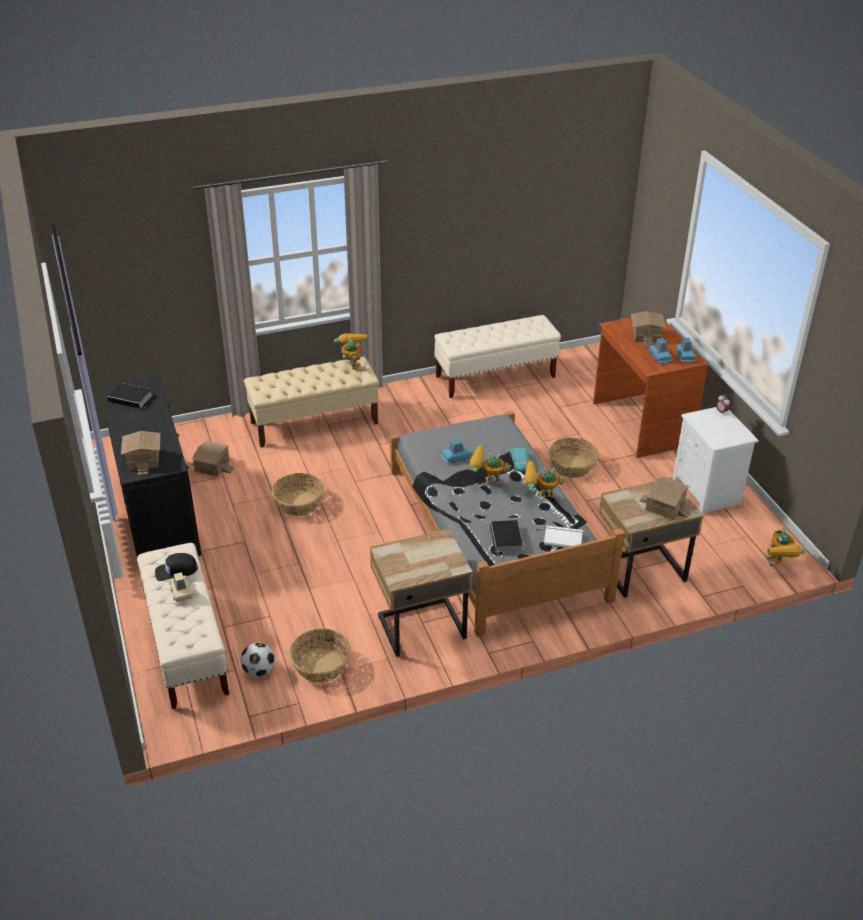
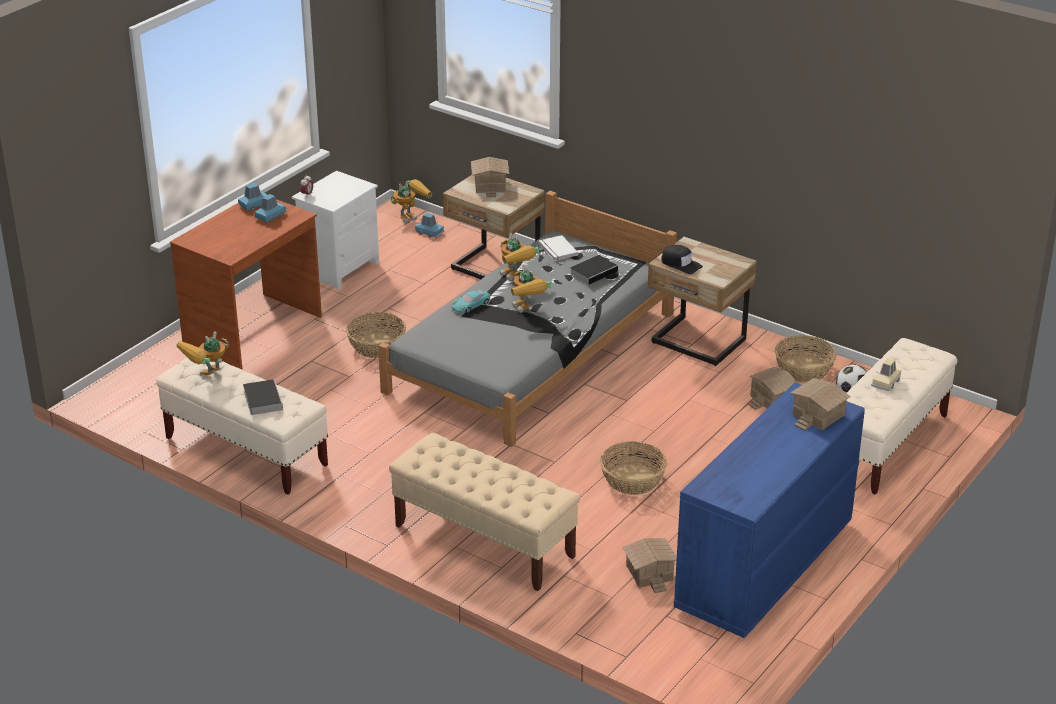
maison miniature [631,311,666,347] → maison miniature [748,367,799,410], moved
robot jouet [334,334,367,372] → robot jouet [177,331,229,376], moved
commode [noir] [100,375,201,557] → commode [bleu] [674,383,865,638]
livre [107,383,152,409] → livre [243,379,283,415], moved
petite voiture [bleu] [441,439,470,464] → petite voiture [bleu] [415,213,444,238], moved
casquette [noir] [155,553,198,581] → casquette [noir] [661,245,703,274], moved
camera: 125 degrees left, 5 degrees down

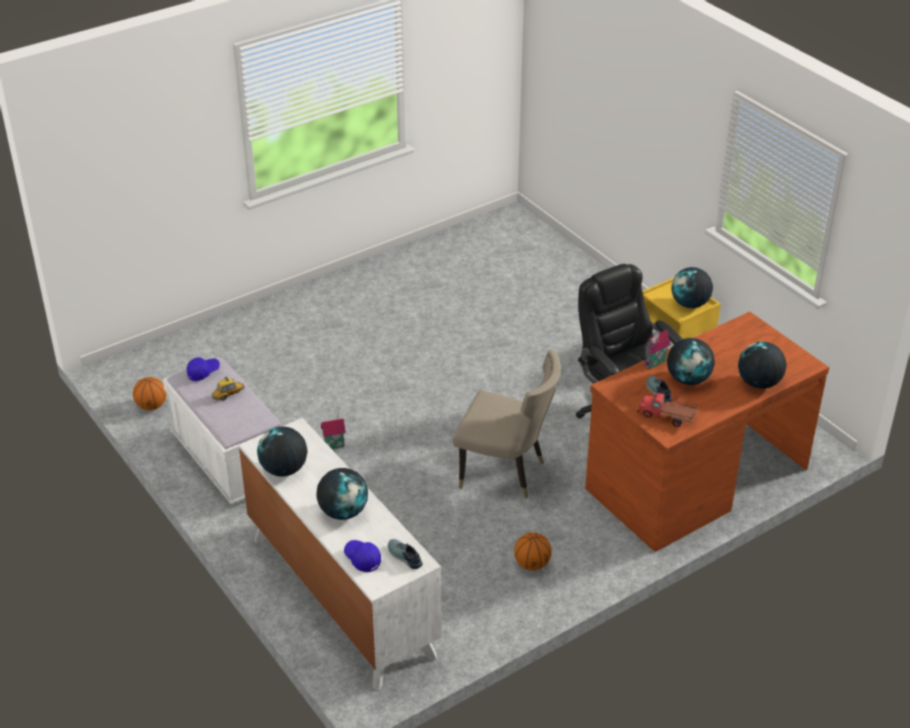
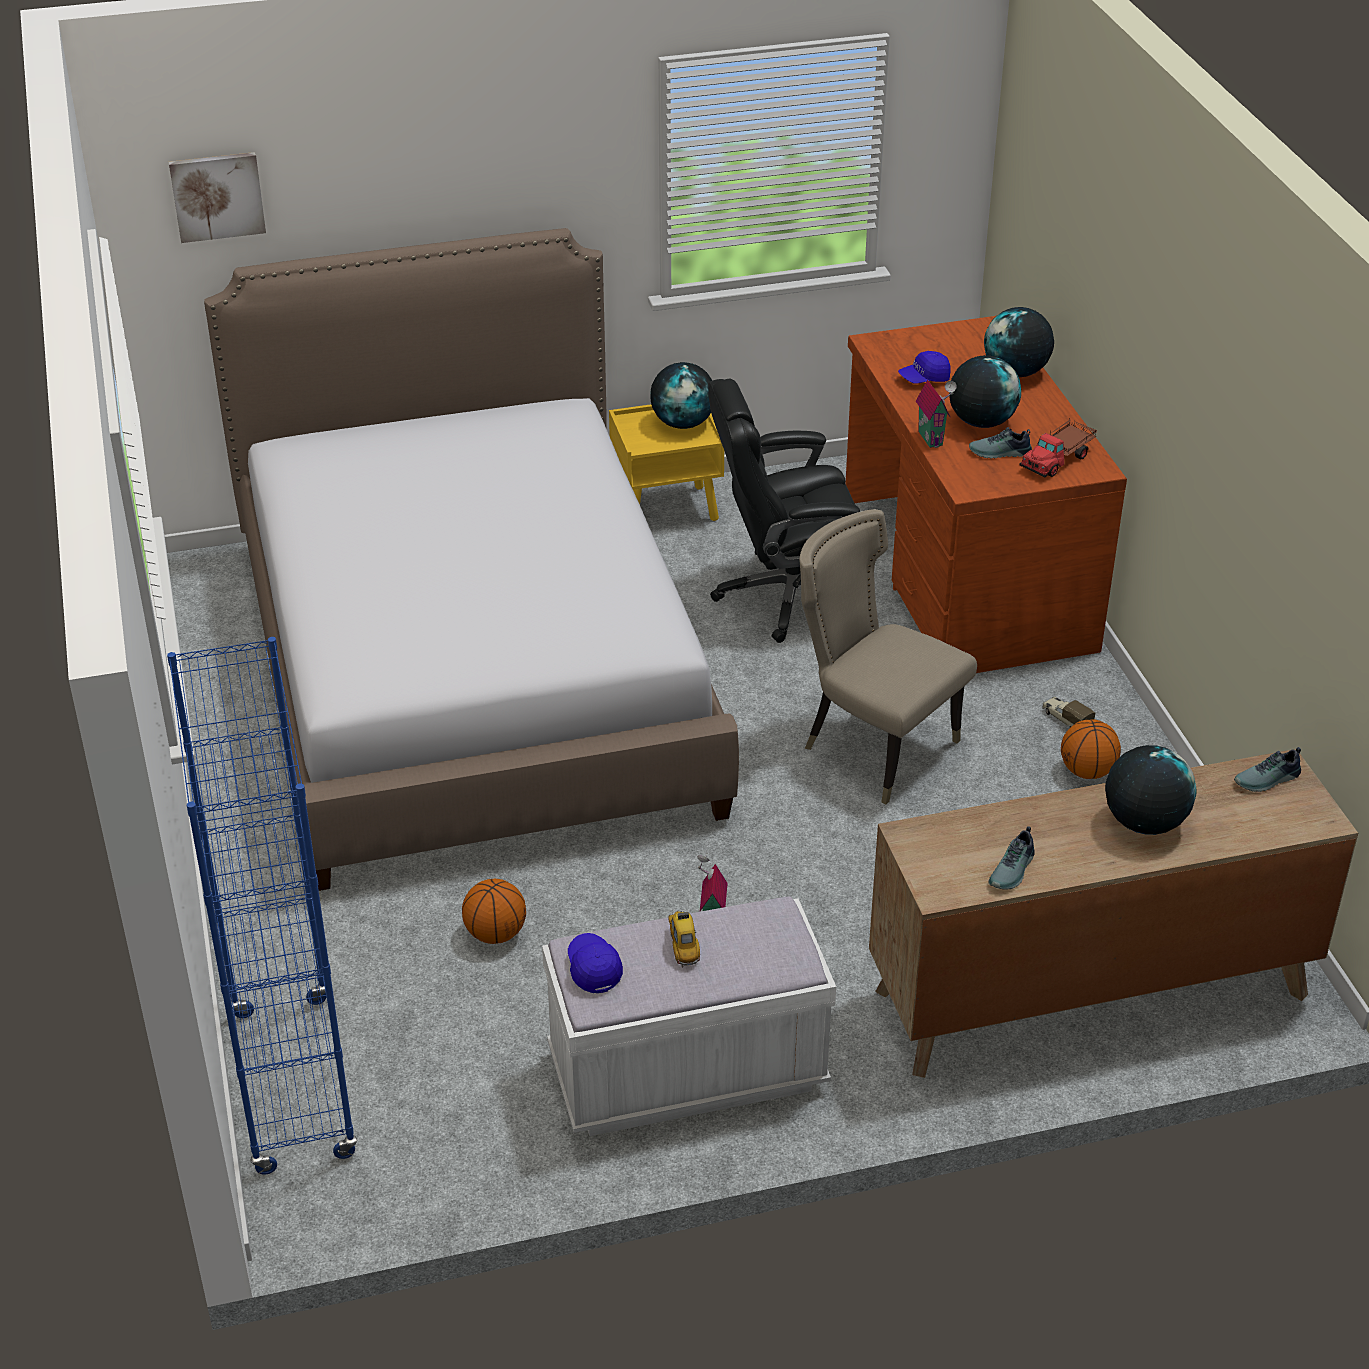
chaise [beige] [453,349,561,498] → chaise [beige] [799,509,977,805], 90 degrees counterclockwise
ballon de basket [133,377,166,410] → ballon de basket [462,879,526,944], moved
commode [blanc] [239,418,442,690] → commode [marron] [869,749,1358,1078]
globe [257,426,307,477] → chaussure [988,826,1035,890]
casquette [bleu] [344,540,381,572] → casquette [bleu] [898,351,950,383], moved
- → tableau [169,152,266,243]
- → lit [204,228,739,891]
- → bibliothèque [bleu] [167,637,358,1175]
- → camion jouet [1042,696,1095,728]
camera: 70 degrees left, 0 degrees up

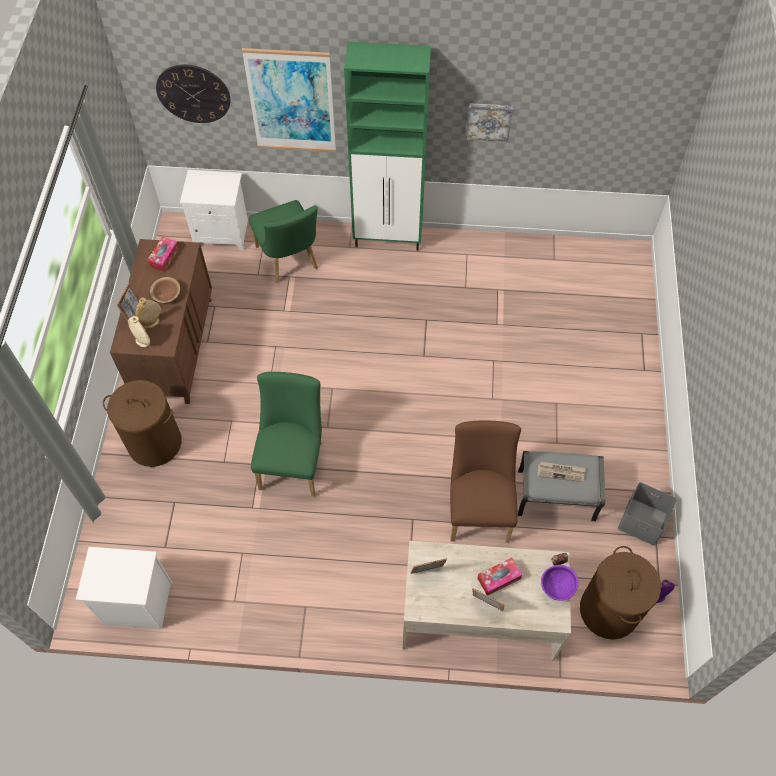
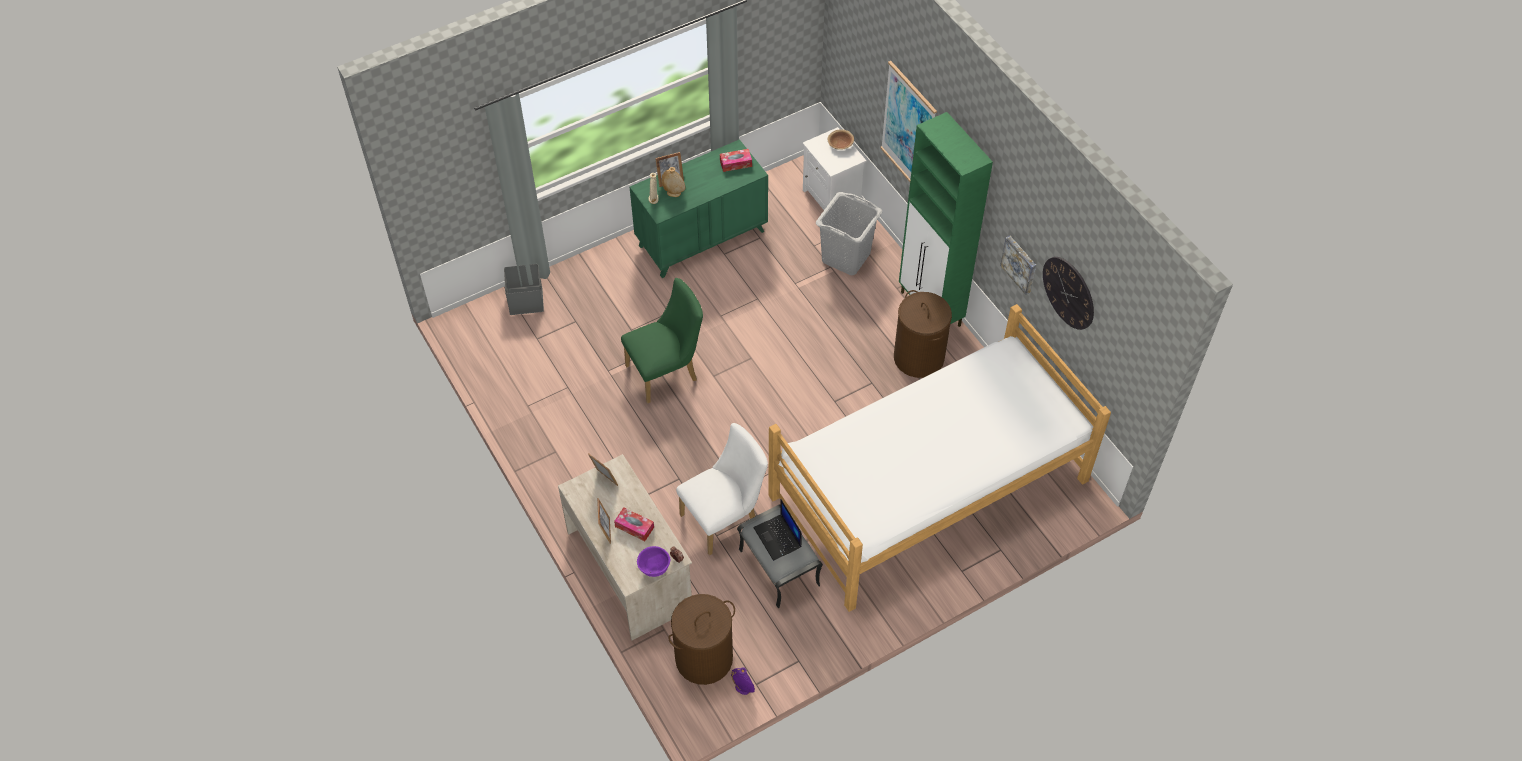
horloge murale [156,65,231,123] → horloge murale [1043,257,1094,330], moved
chaise [vert] [248,200,318,283] → panier à linge [gris] [816,192,882,275]
commode [marron] [110,239,212,404] → commode [vert] [630,139,768,278]
bol [marron] [150,277,180,303] → bol [marron] [828,129,854,150], moved
panier à linge [marron] [103,380,182,467] → panier à linge [marron] [894,290,952,378], moved
chaise [marron] [450,420,521,543] → chaise [blanc] [676,423,768,555]
journal [537,461,586,482] → ordinateur portable [753,500,802,561]
boîte de rangement [gris] [618,482,677,546] → boîte de rangement [gris] [504,264,544,315], moved
table de chevet [blanc] [76,547,173,629] → -
- → lit [768,304,1111,612]
camera: 55 degrees right, 5 degrees down

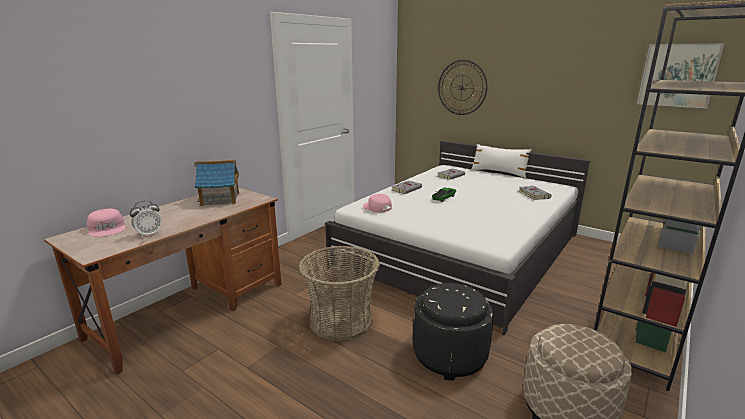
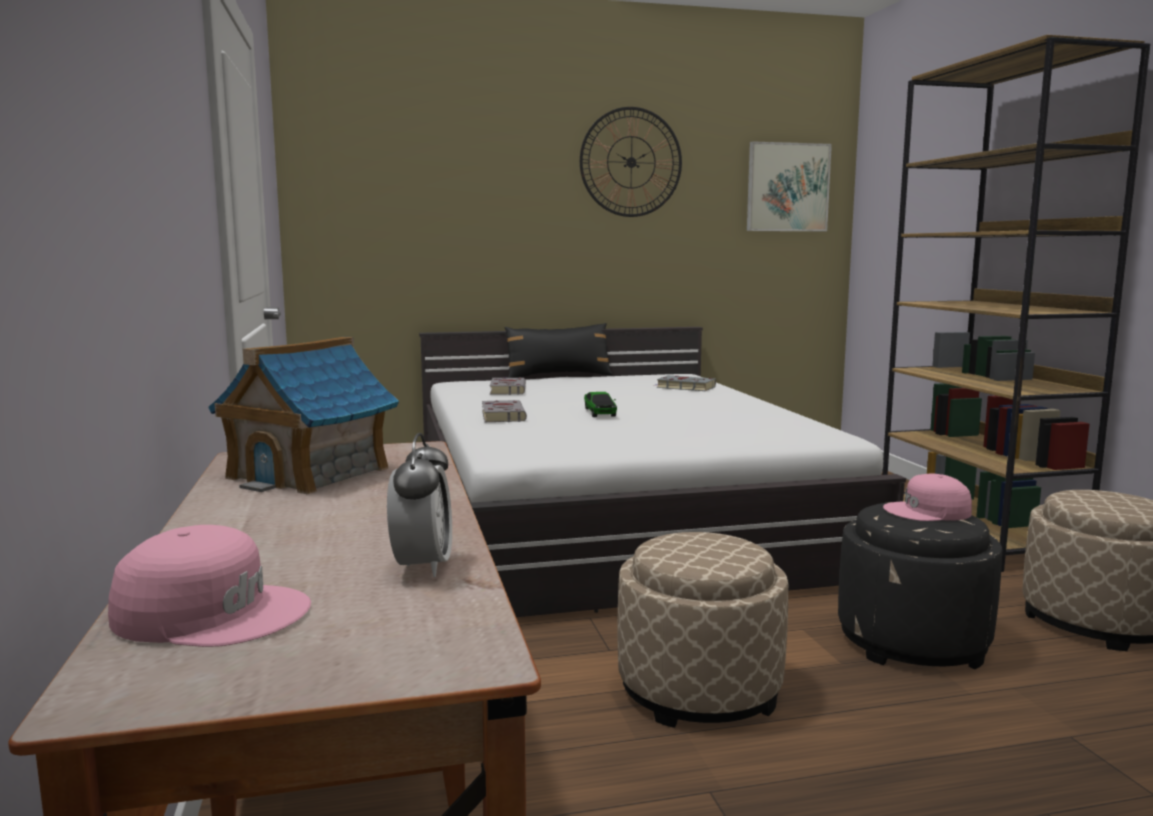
horloge murale [438,60,488,115] → horloge murale [580,107,682,217], moved
coussin [blanc] [471,144,532,178] → coussin [noir] [505,323,613,378]
casquette [rose] [363,194,392,213] → casquette [rose] [883,474,972,521], moved
panier [298,246,380,341] → pouf [beige] [618,532,788,728]
camera: 50 degrees left, 10 degrees down

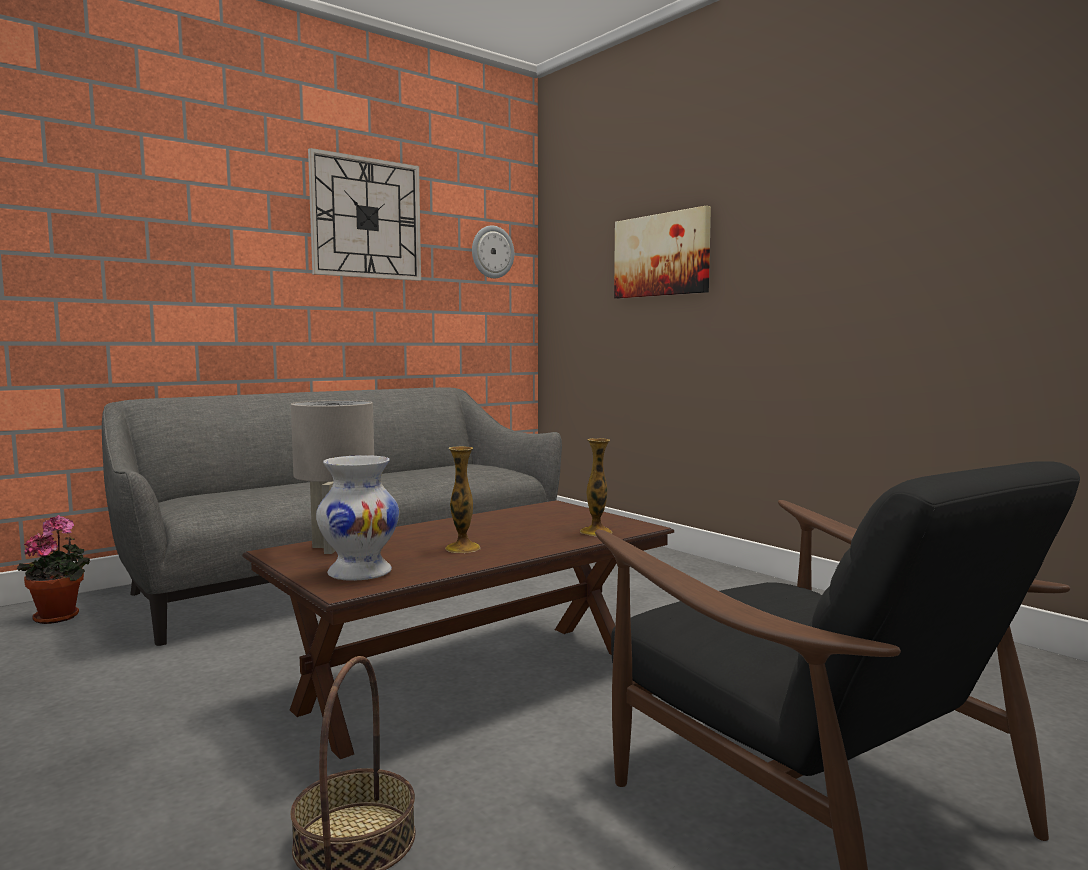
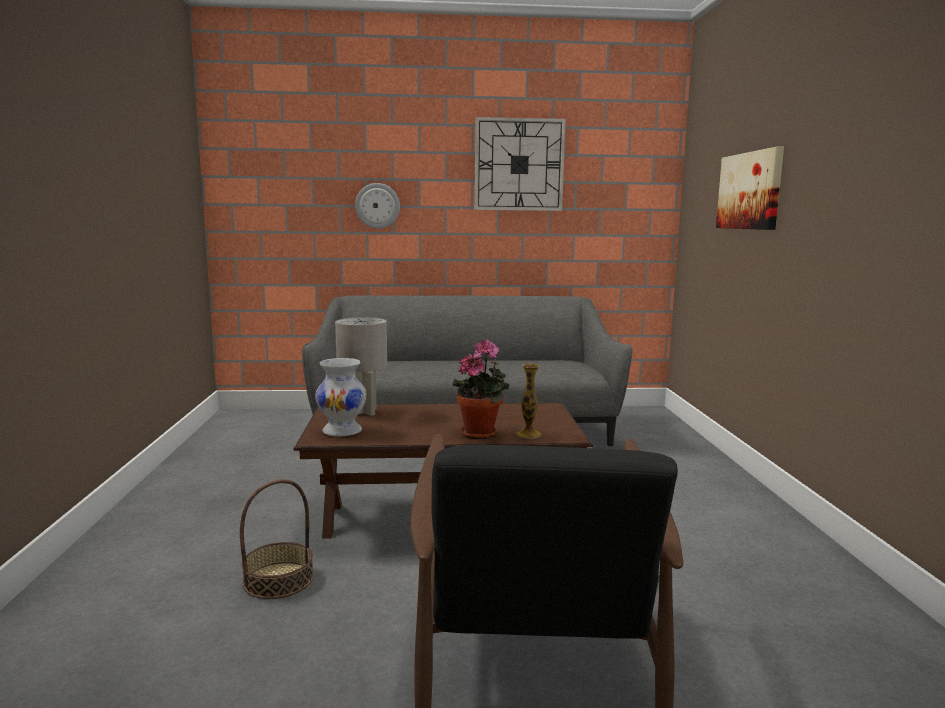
horloge murale [472,225,514,278] → horloge murale [355,183,400,229], moved
vase [445,446,480,553] → -
plante en pot [17,515,90,624] → plante en pot [452,339,509,439], moved
camera: 35 degrees right, 5 degrees up

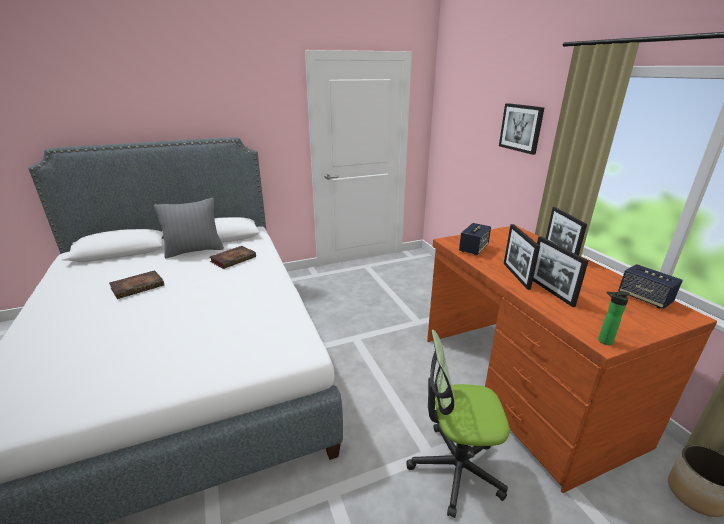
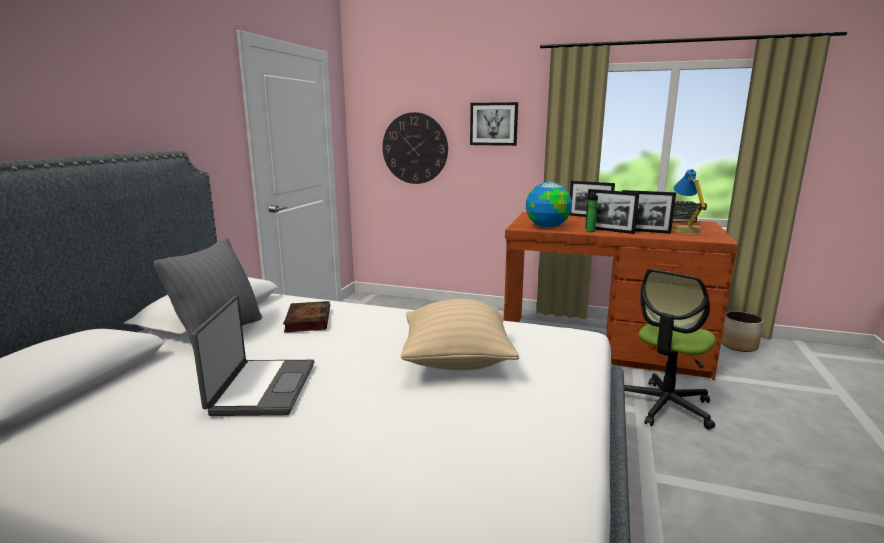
enceinte [459,223,491,255] → globe [526,182,572,228]
livre [109,270,164,299] → ordinateur portable [191,296,314,416]
bouteille [598,291,630,345] → bouteille [586,192,598,232], moved
- → horloge murale [382,112,448,184]
- → lampe de table [672,169,707,234]
- → coussin [beige] [401,299,519,370]
camera: 50 degrees left, 10 degrees down

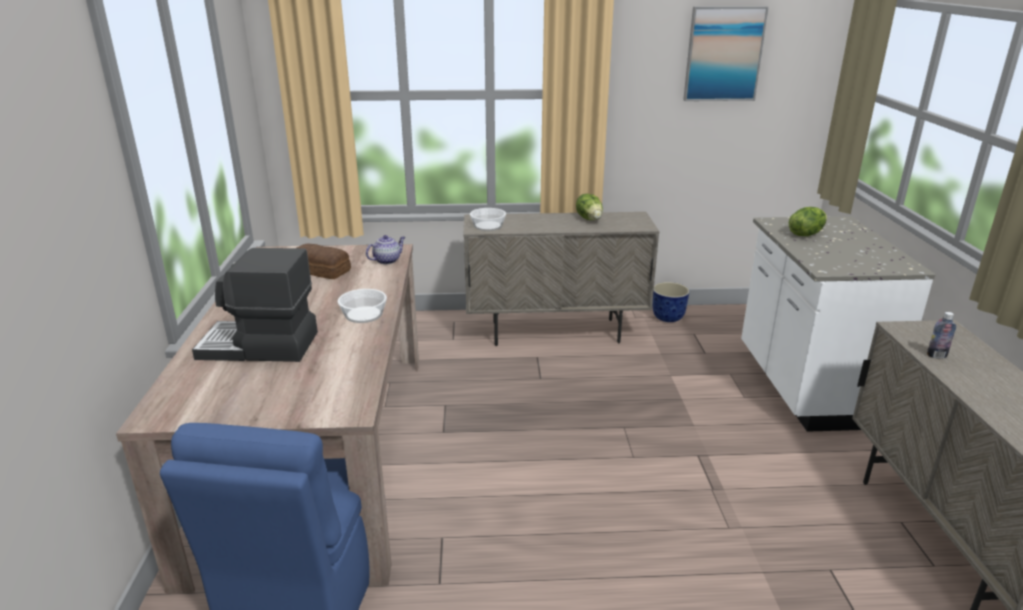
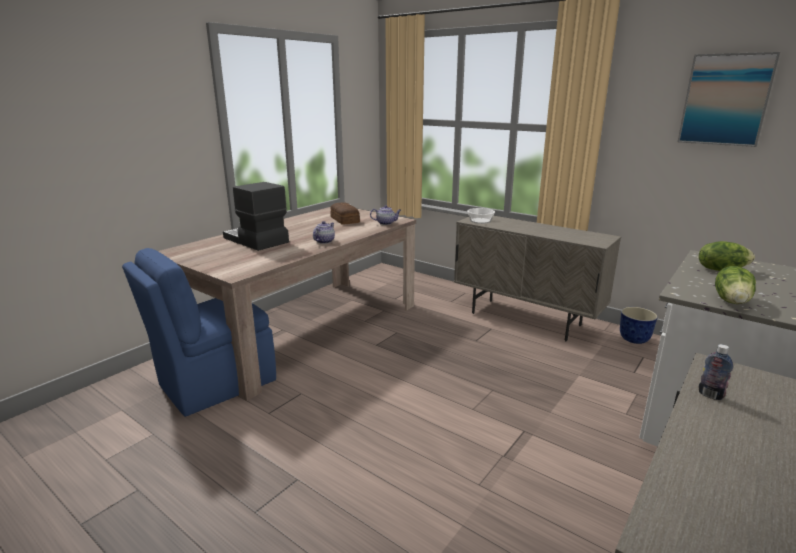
laitue [576,194,603,220] → laitue [715,266,756,304], moved
bol [338,289,387,323] → théière [313,221,335,244]
camera: 40 degrees right, 5 degrees down

